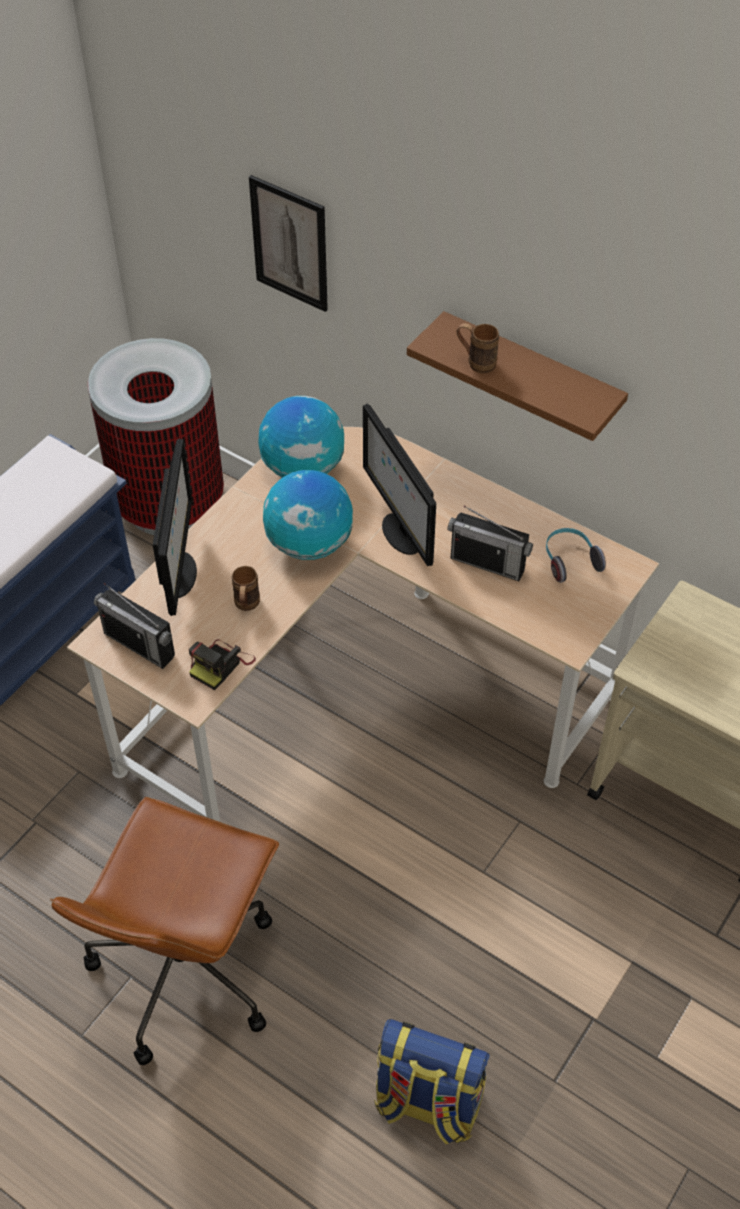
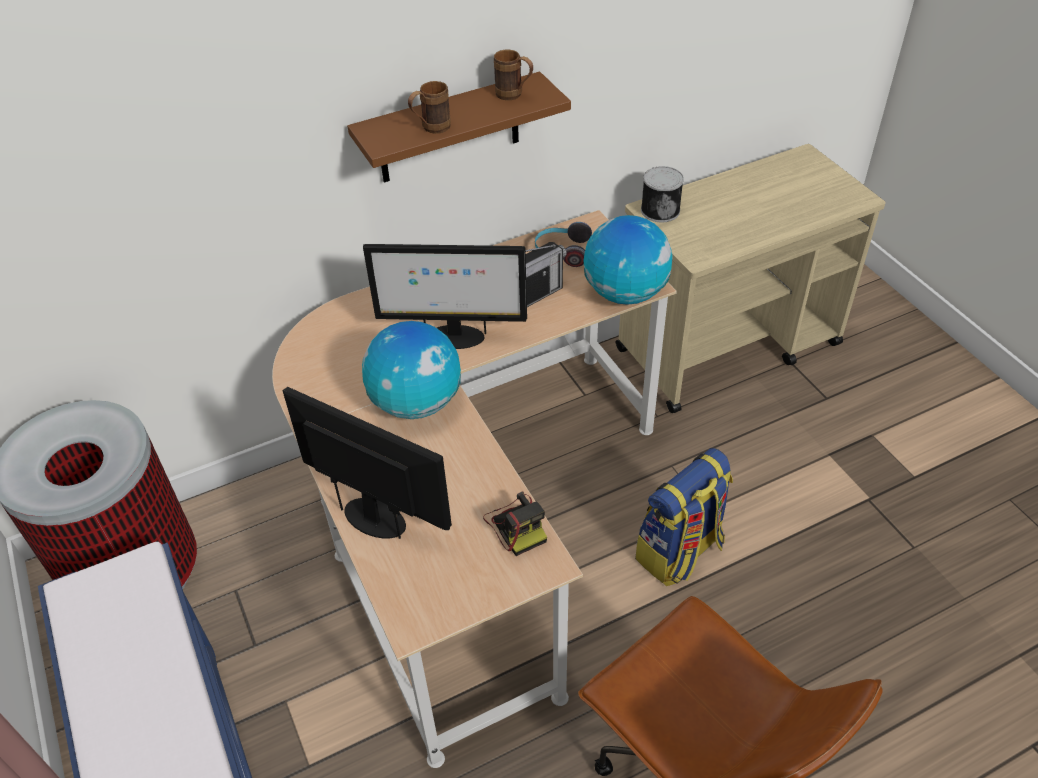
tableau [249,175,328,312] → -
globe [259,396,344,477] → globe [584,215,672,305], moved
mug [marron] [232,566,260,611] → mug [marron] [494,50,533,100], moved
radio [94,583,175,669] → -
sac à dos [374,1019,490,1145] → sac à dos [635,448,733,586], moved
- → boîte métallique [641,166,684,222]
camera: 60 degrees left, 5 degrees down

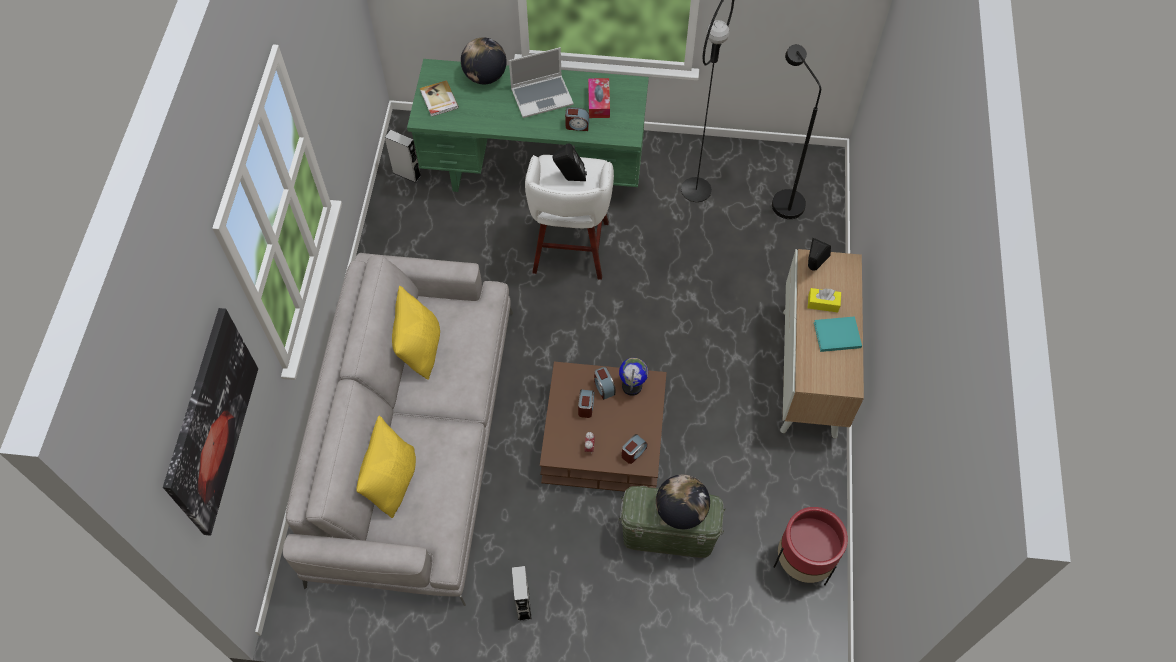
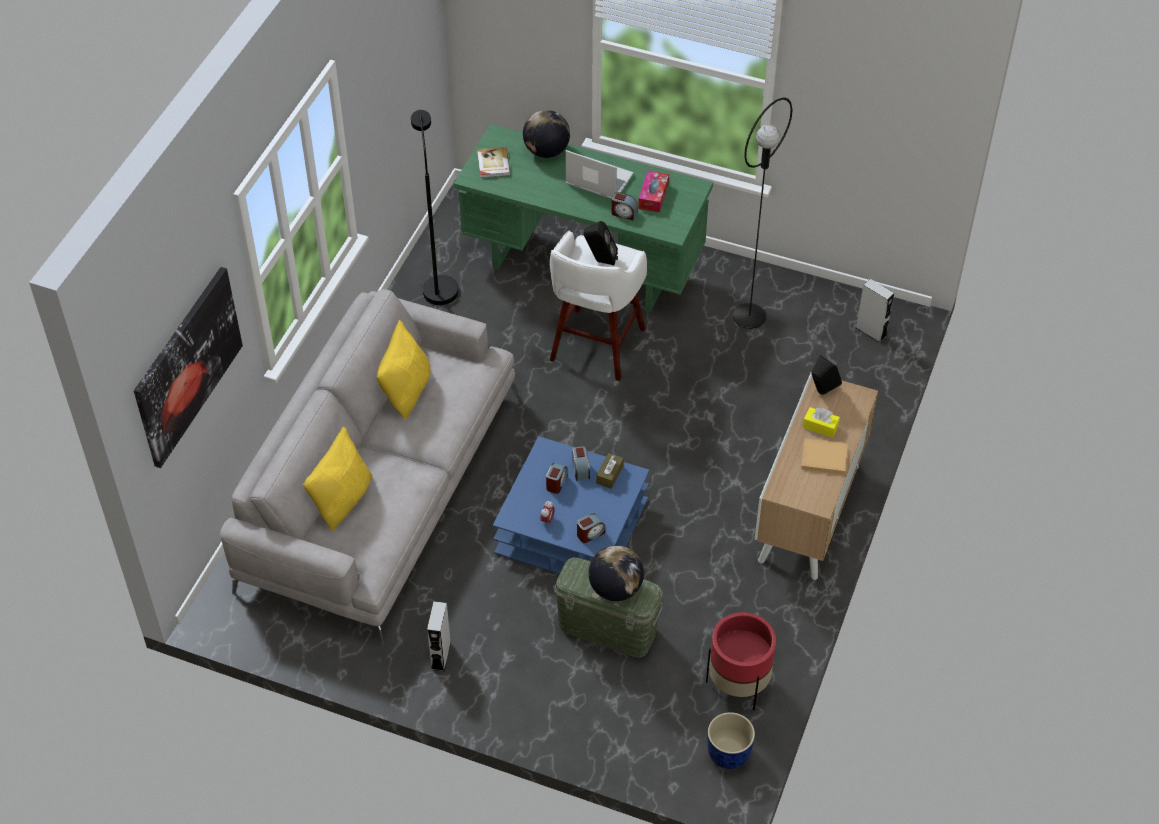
lampadaire [noir] [772,44,821,219] → lampadaire [noir] [411,110,458,305], moved
ordinateur portable [509,47,574,118] → ordinateur portable [566,150,634,199], 150 degrees counterclockwise
enceinte [gris] [385,130,421,183] → enceinte [gris] [856,279,894,343], moved
livre [turquoise] [814,316,862,352] → livre [beige] [801,438,847,474]
globe [619,358,648,396] → boîte à mouchoirs [marron] [596,453,624,489]
table basse [marron] [540,362,667,492] → table basse [bleu] [493,436,649,574]
- → cache-pot [bleu] [707,712,755,769]
camera: 15 degrees right, 10 degrees down

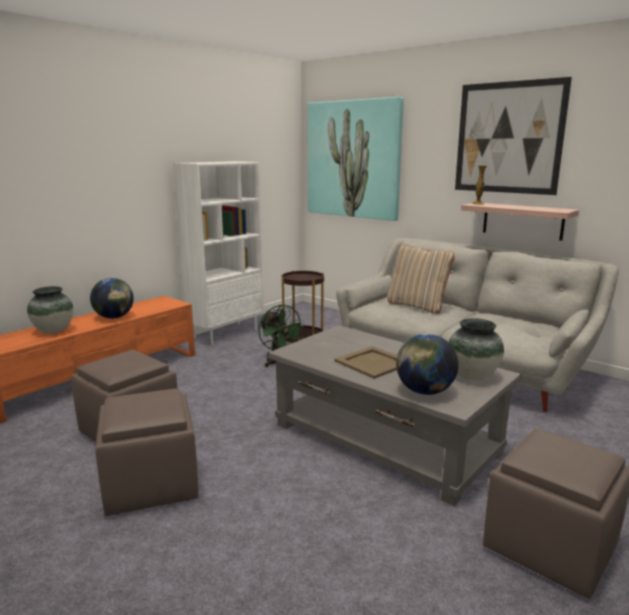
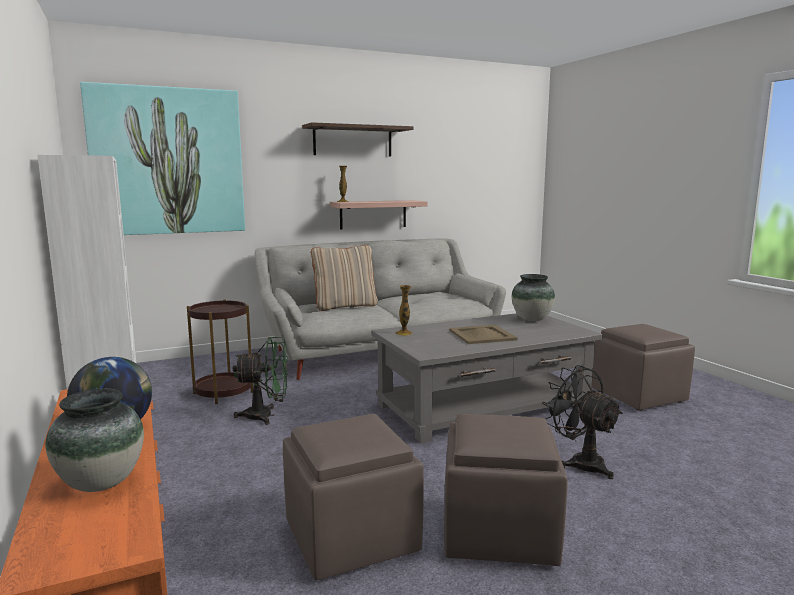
tableau [455,77,572,195] → étagère [302,122,414,156]
globe [396,334,458,395] → -
- → vase [396,285,413,336]
- → ventilateur [noir] [542,365,623,479]
camera: 65 degrees left, 5 degrees down

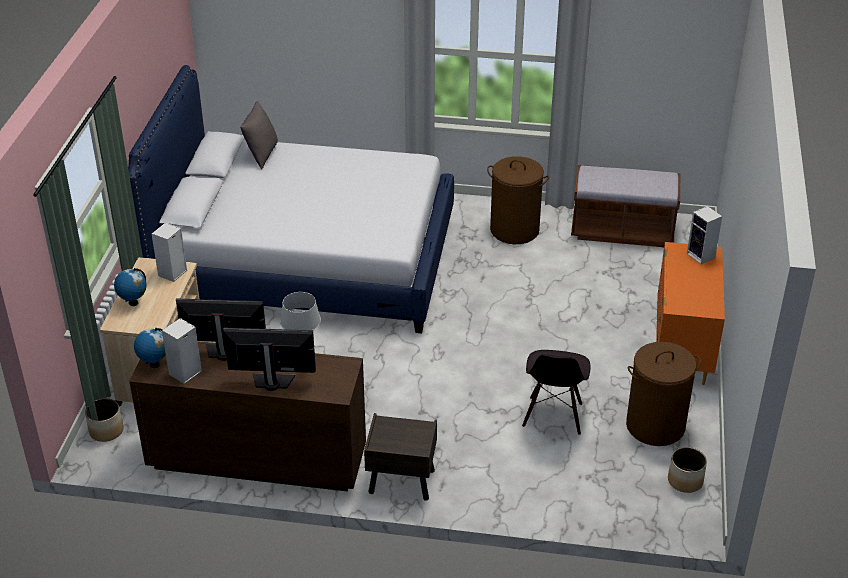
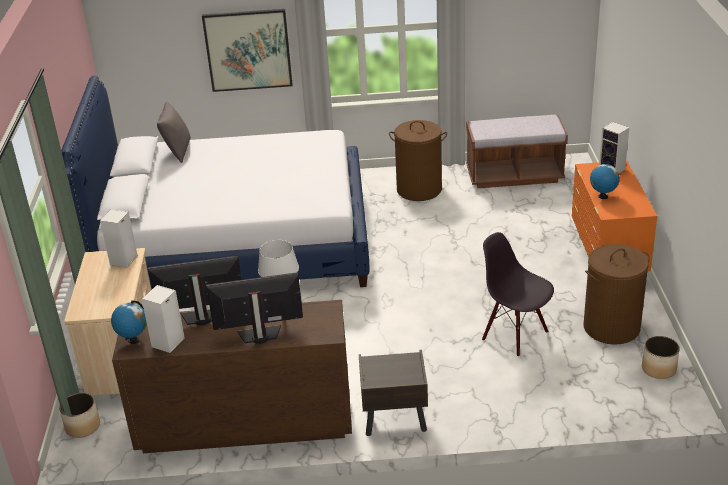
globe [114,268,147,306] → globe [590,162,620,199], moved
chaise [noir] [522,350,591,435] → chaise [noir] [482,232,554,357], 135 degrees clockwise
- → tableau [202,9,293,92]
camera: 10 degrees left, 5 degrees down

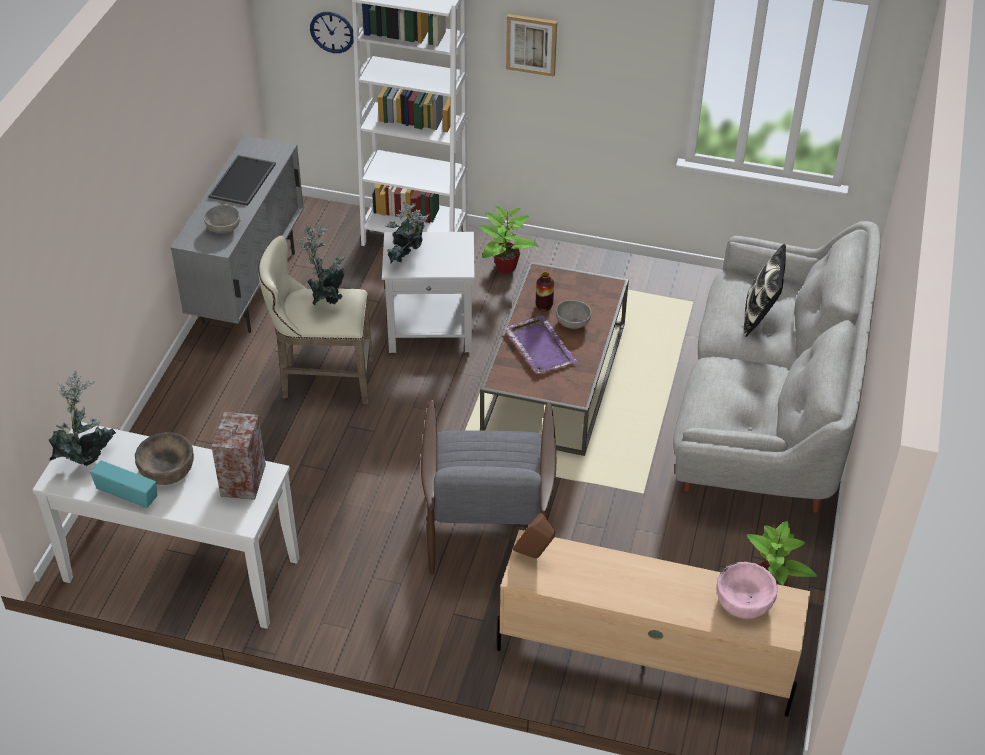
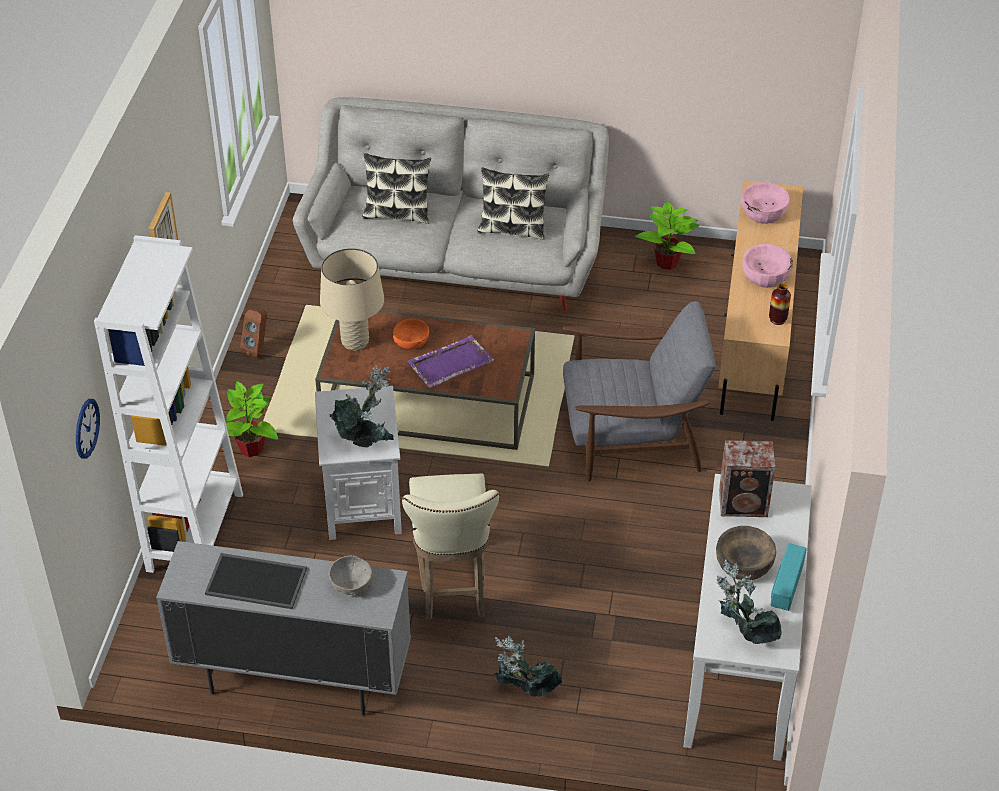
plante en pot [296,223,344,305] → plante en pot [491,635,562,697], moved
vase [536,272,554,311] → vase [769,283,791,325], moved
bol [gris] [556,301,591,329] → bol [orange] [393,319,429,350]
enceinte [marron] [513,513,555,559] → enceinte [marron] [240,309,267,357], moved
- → coussin [477,168,549,240]
- → bol [rose] [742,244,793,288]
- → lampe de table [beige] [320,248,384,351]
camera: 95 degrees left, 0 degrees up

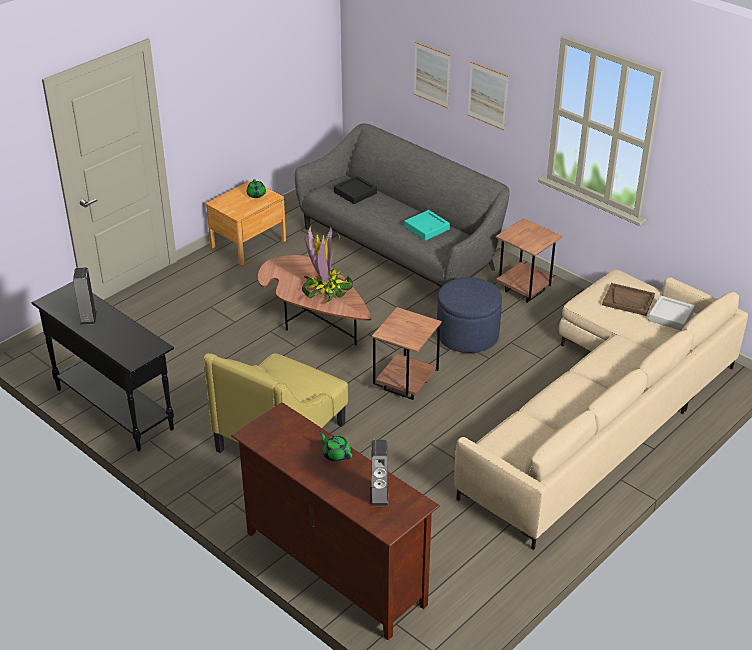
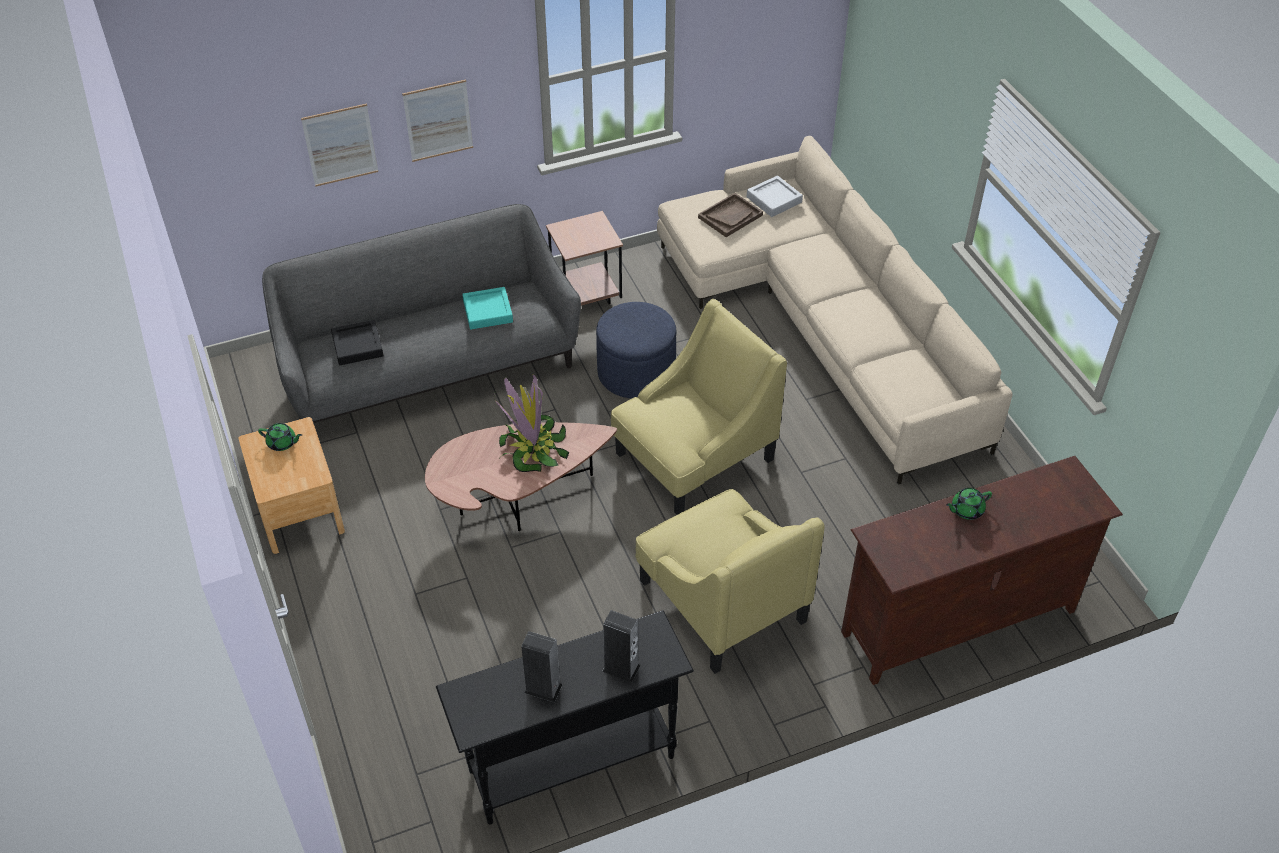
table d'appoint [marron] [372,307,442,400] → fauteuil [jaune] [611,299,787,515]
enceinte [370,440,388,506] → enceinte [602,610,640,683], moved
camera: 65 degrees left, 10 degrees up

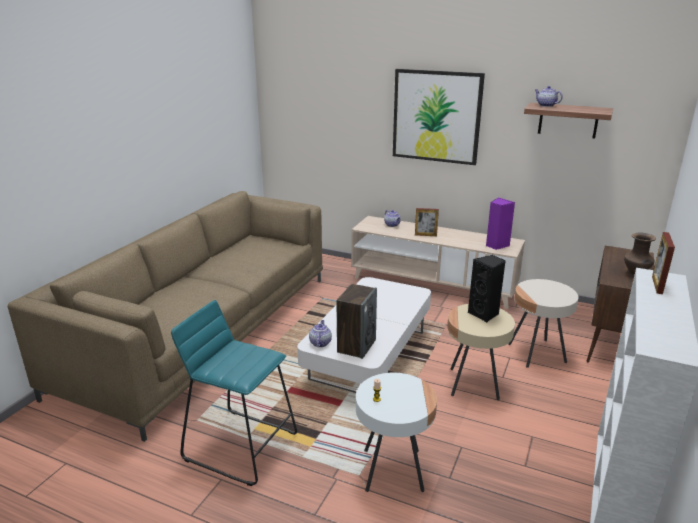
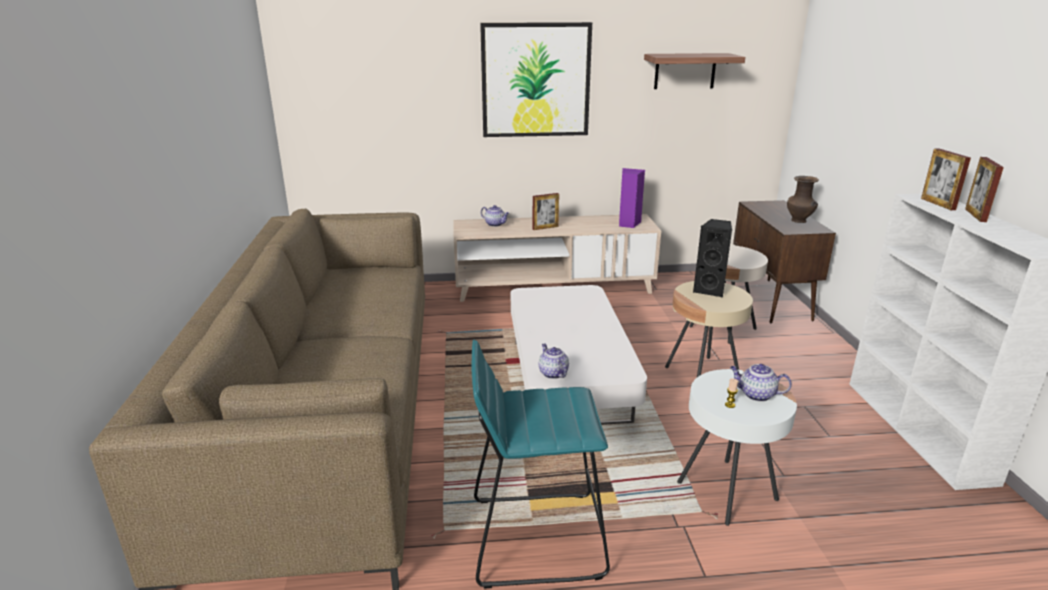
théière [535,86,563,107] → théière [730,364,792,402], moved
enceinte [337,284,377,359] → -
- → cadre photo [965,157,1004,222]
camera: 30 degrees left, 0 degrees up

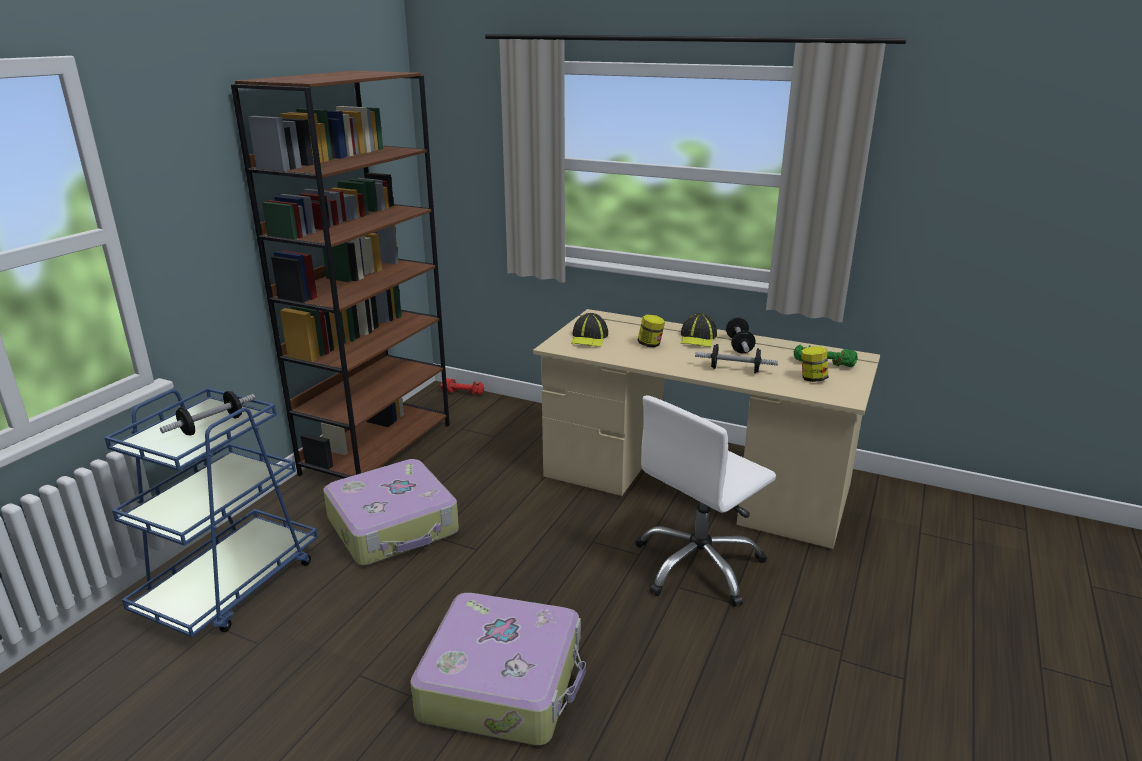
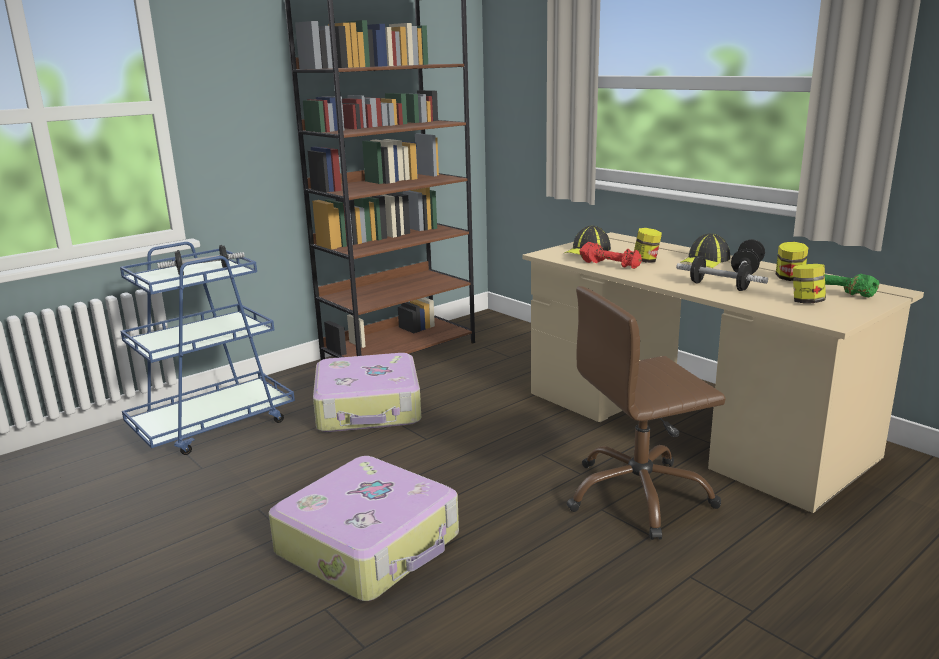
haltère [rouge] [440,378,484,395] → haltère [rouge] [579,242,642,269], moved
chaise de bureau [blanc] [635,395,776,607] → chaise de bureau [marron] [566,286,726,540]
- → bocal [776,242,808,281]
camera: 25 degrees right, 5 degrees down

